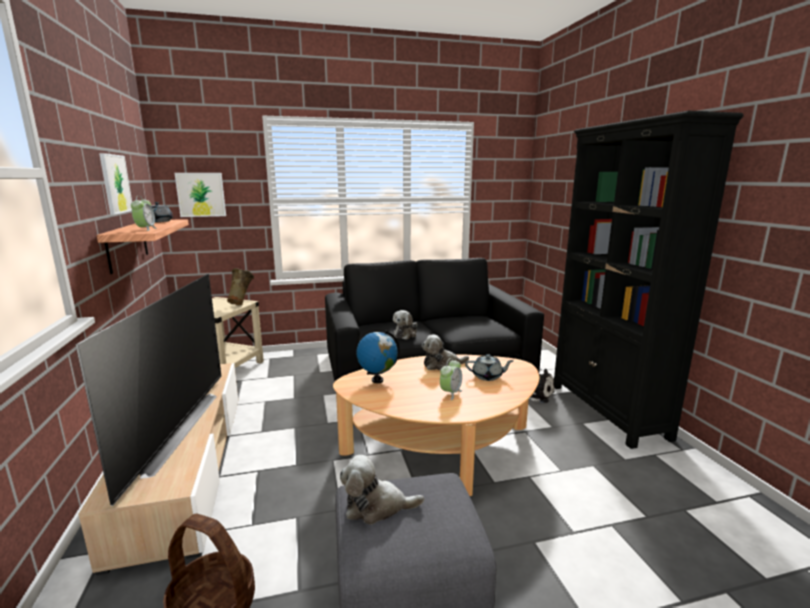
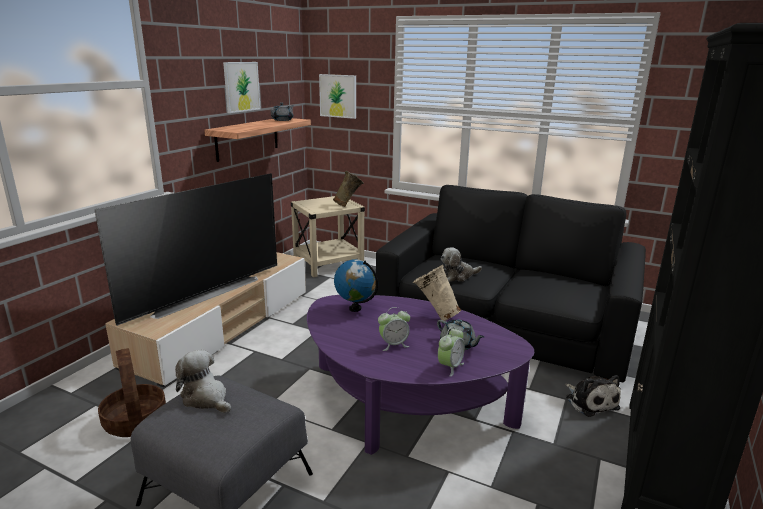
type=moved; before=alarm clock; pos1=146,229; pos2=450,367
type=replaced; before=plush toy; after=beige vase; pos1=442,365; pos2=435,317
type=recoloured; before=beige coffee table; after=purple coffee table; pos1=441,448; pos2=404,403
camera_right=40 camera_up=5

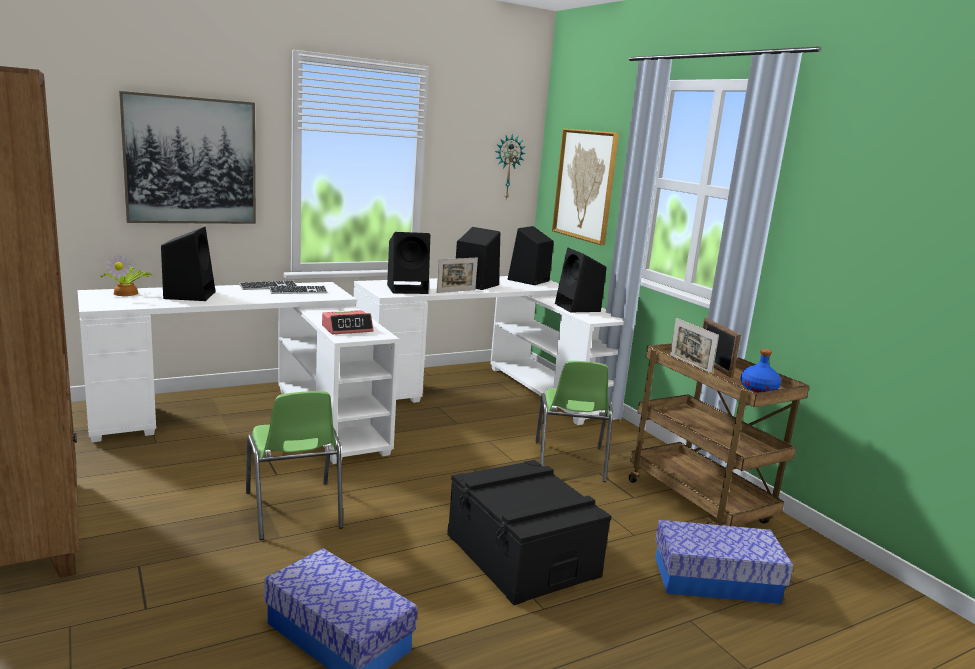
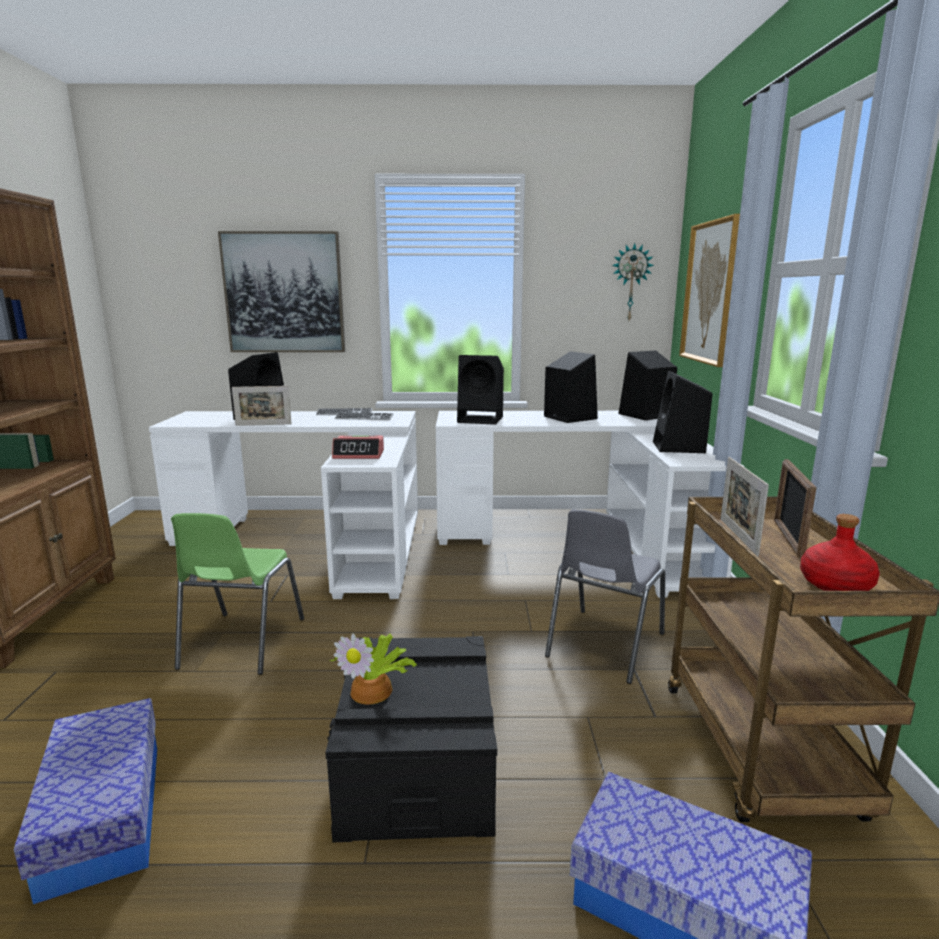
type=moved; before=potted plant; pos1=127,293; pos2=374,689
type=moved; before=picture frame; pos1=456,291; pos2=263,425
type=recoloured; before=green chair; after=grey chair; pos1=569,462; pos2=603,645
type=recoloured; before=blue bottle; after=red bottle; pos1=758,389; pos2=835,585
camera_right=30 camera_up=0

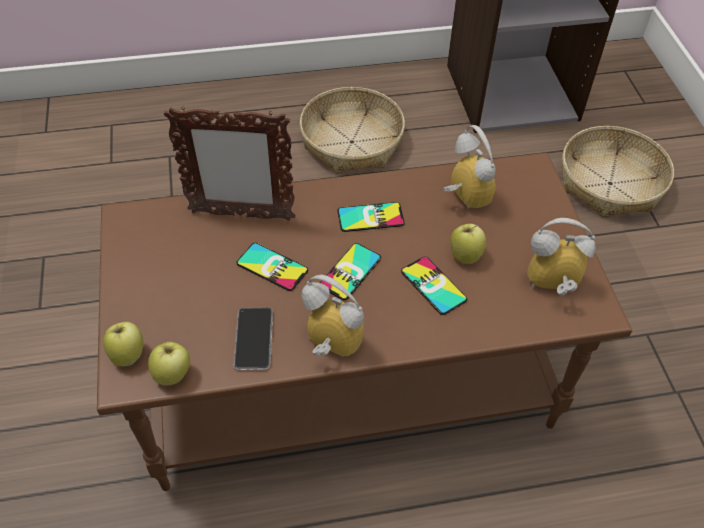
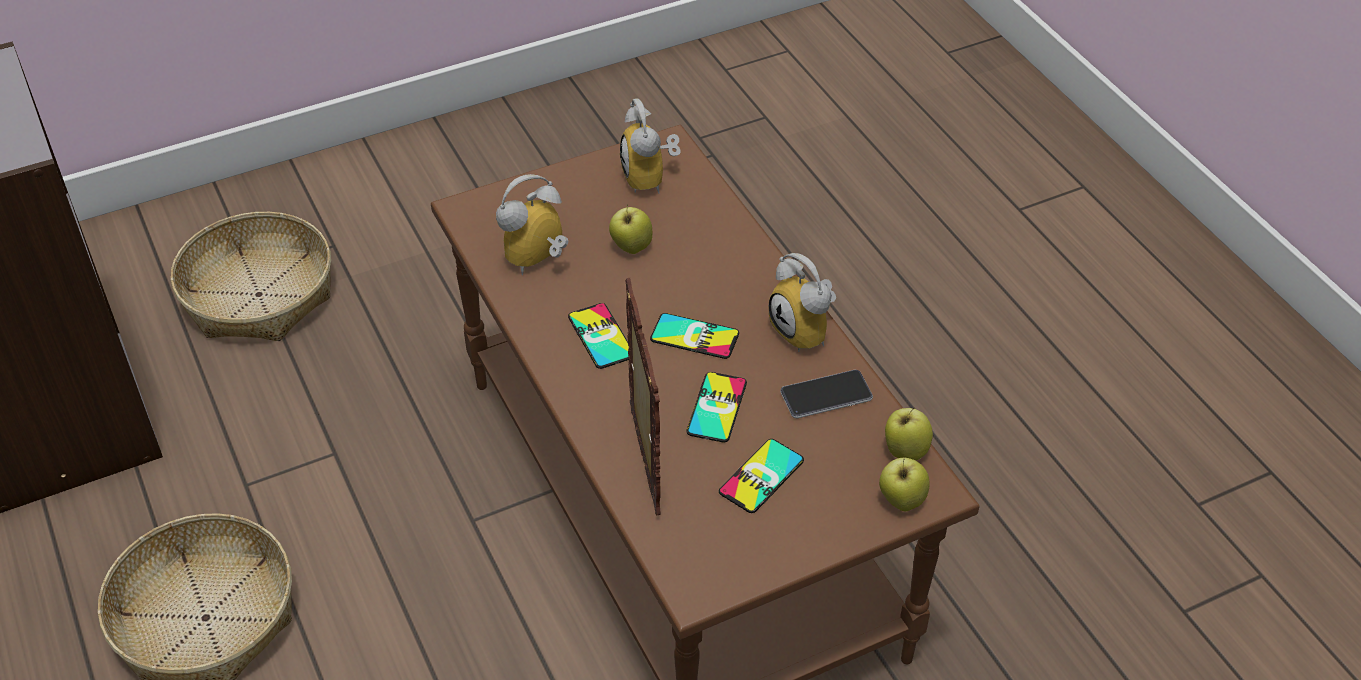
type=moved; before=phone; pos1=433,285; pos2=761,476
type=turned; before=alarm clock; pos1=328,347; pos2=807,332; turn=-45
camera_right=-105 camera_up=-5

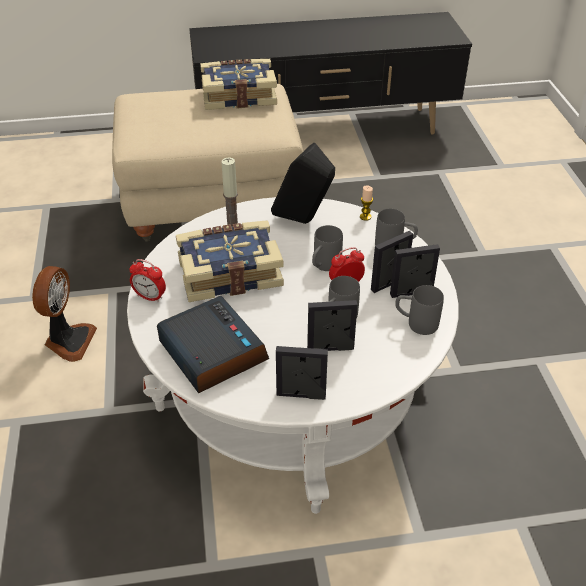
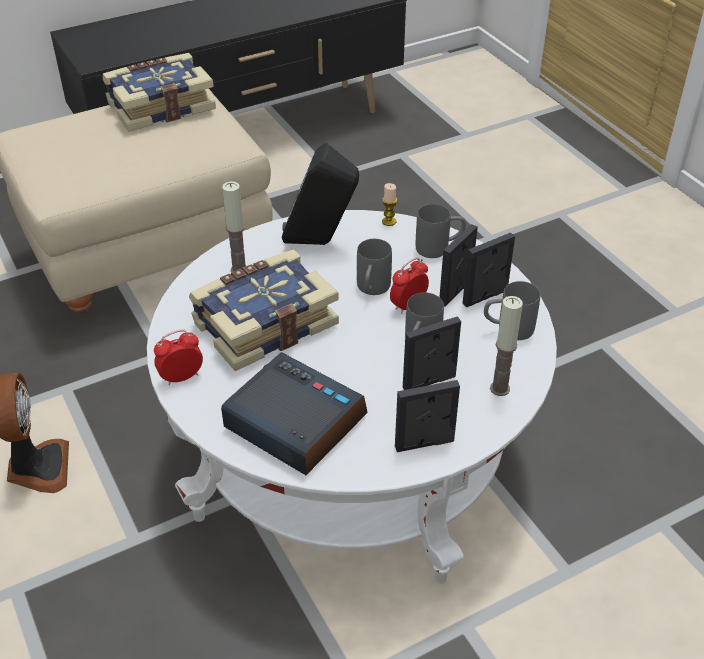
type=added; after=candle; pos2=499,388
type=turned; before=alarm clock; pos1=150,297; pos2=181,377; turn=150
camera_right=-20 camera_up=0

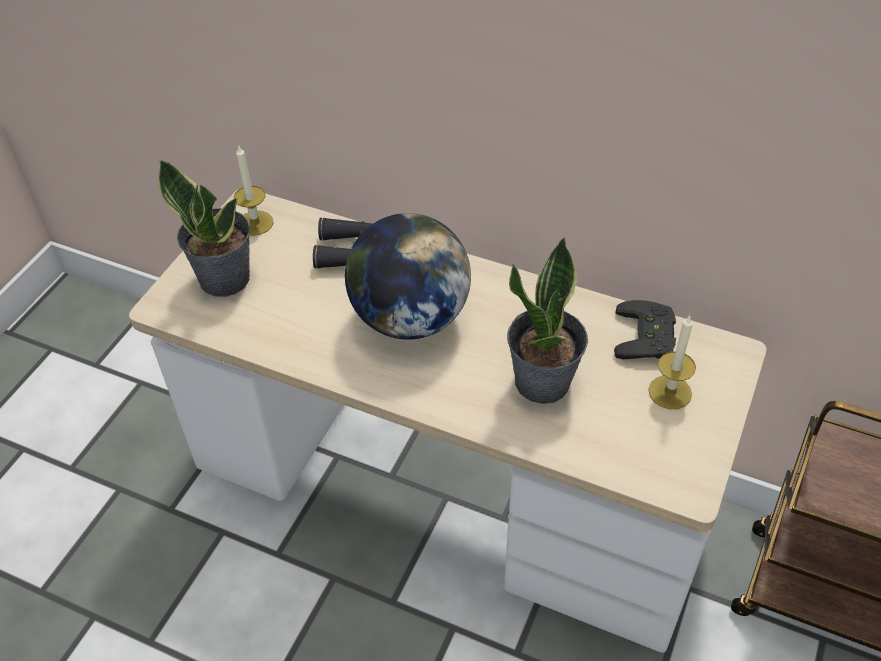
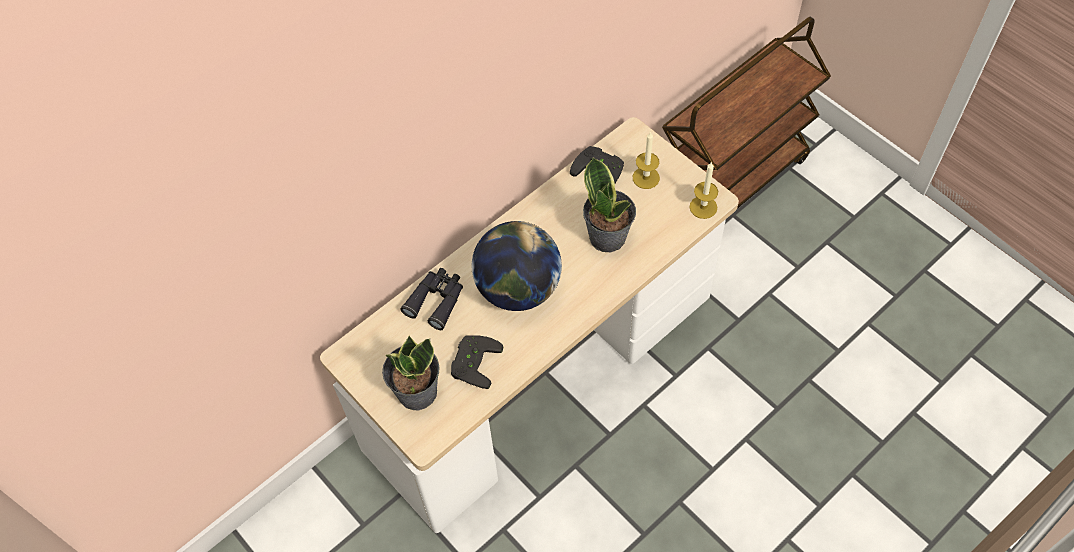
type=added; after=black game controller; pos2=472,362
type=moved; before=candle; pos1=255,223; pos2=703,207
camera_right=-65 camera_up=10

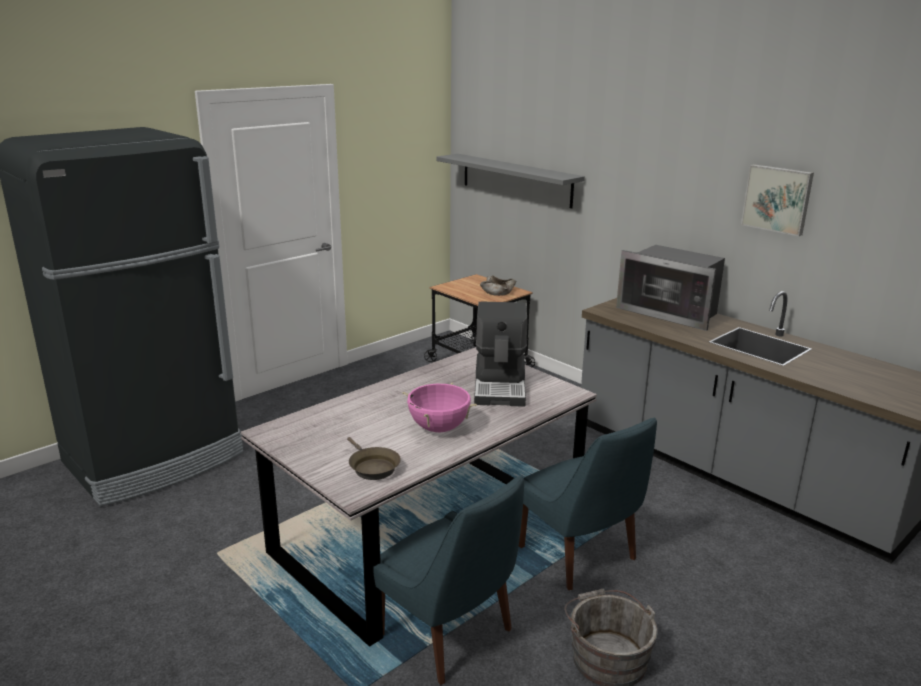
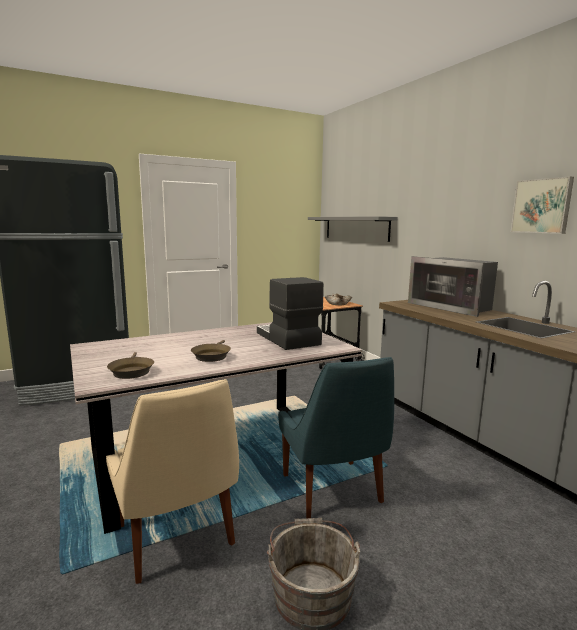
type=replaced; before=pink cooking pot; after=brown frying pan; pos1=439,428; pos2=211,356
type=recoloured; before=blue chair; after=beige chair; pos1=449,635; pos2=177,538
type=turned; before=coffee machine; pos1=501,386; pos2=287,339; turn=135
camera_right=15 camera_up=-10

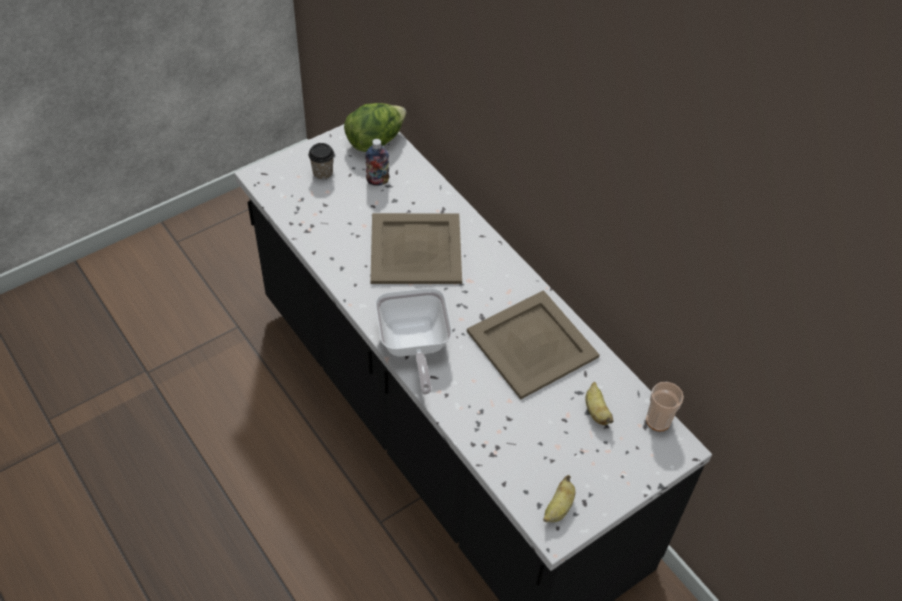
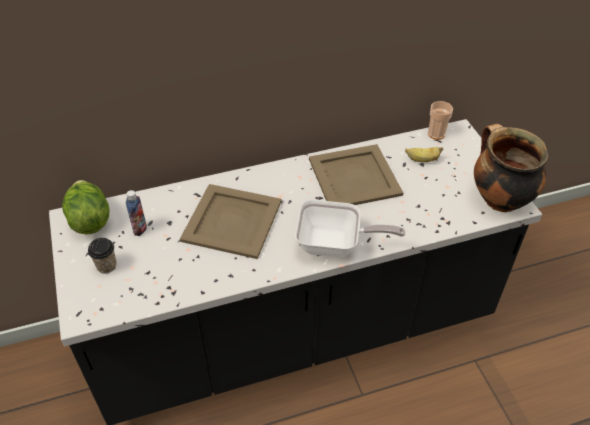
type=replaced; before=banana; after=cooking pot; pos1=558,508; pos2=498,199
camera_right=-70 camera_up=-5

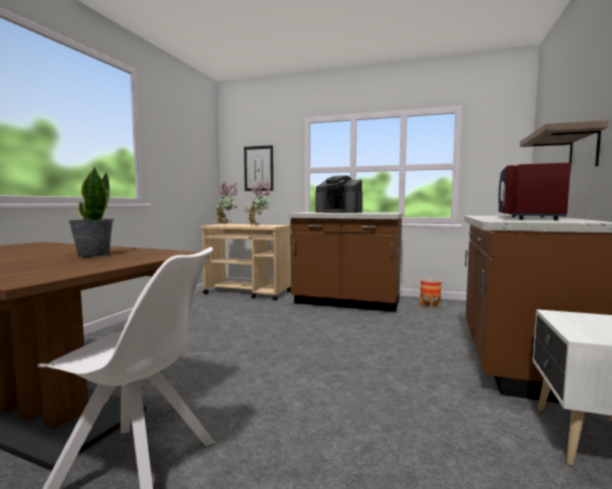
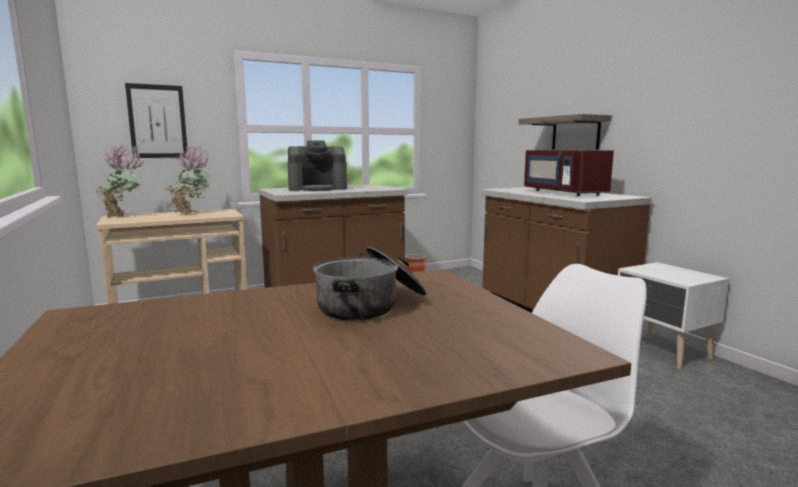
type=replaced; before=potted plant; after=cooking pot; pos1=93,255; pos2=371,305
camera_right=-45 camera_up=5

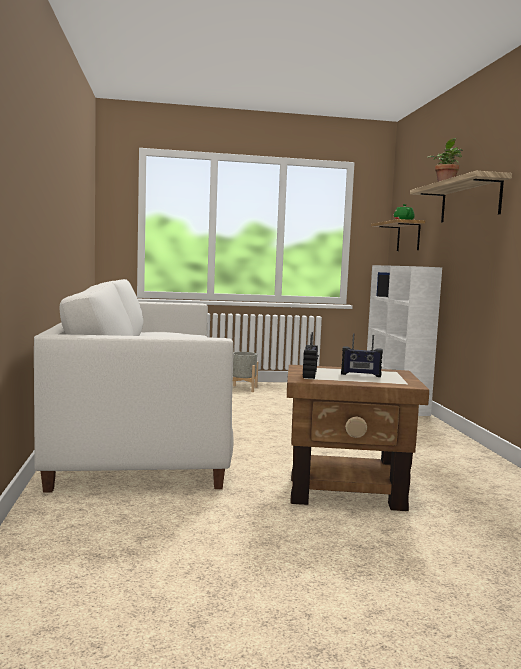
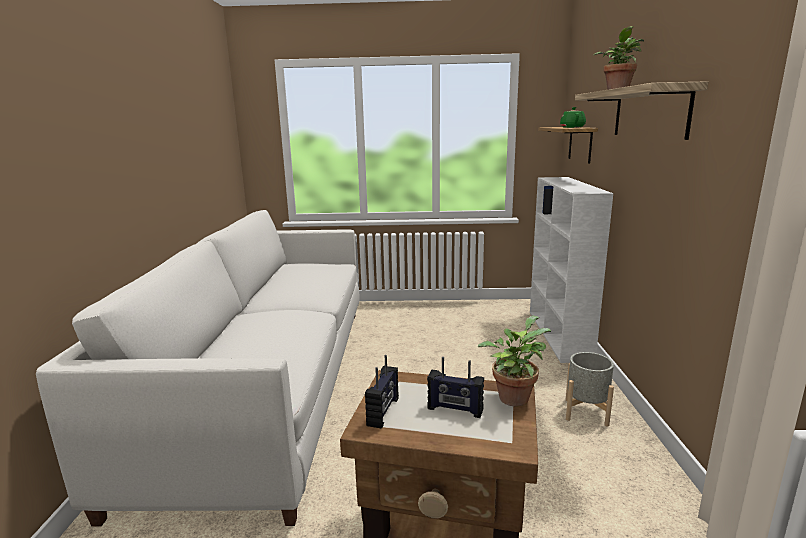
type=added; after=potted plant; pos2=513,396
type=moved; before=grey planter; pos1=243,388; pos2=586,412
camera_right=10 camera_up=10

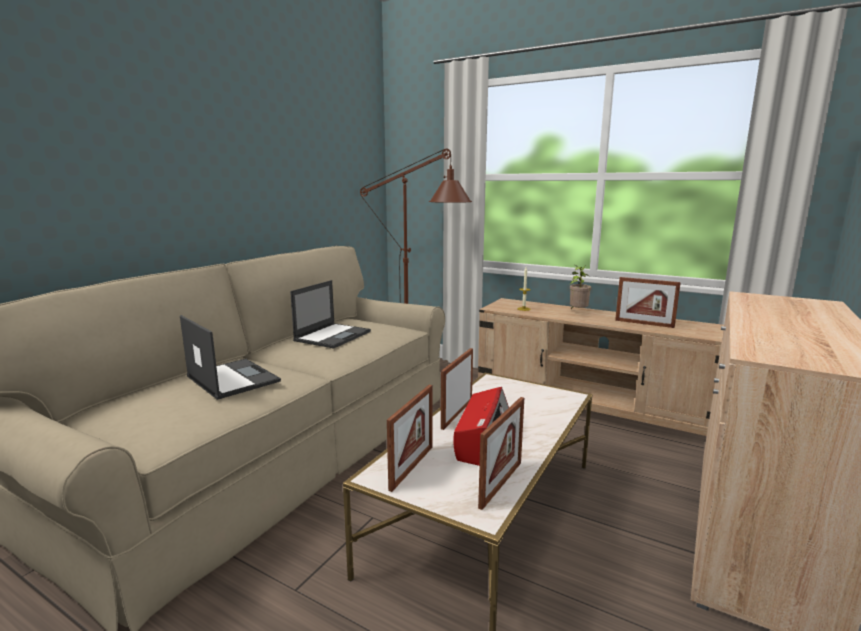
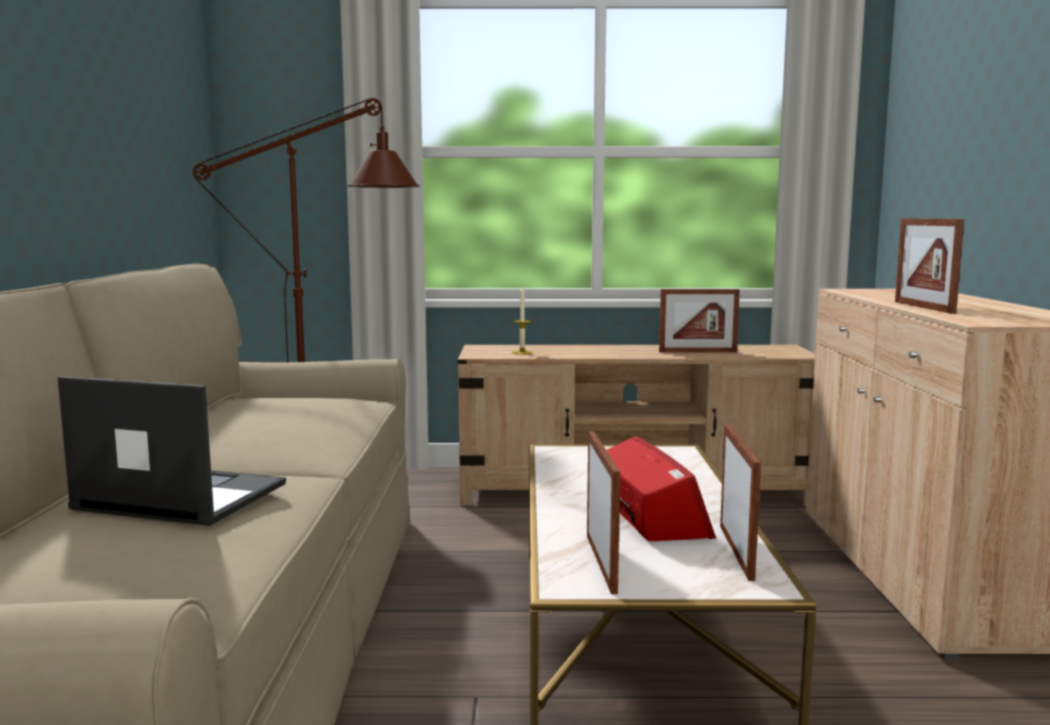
type=removed; before=laptop; pos1=333,336
type=removed; before=potted plant; pos1=577,312
type=moved; before=picture frame; pos1=457,414; pos2=923,307
camera_right=-30 camera_up=-5

